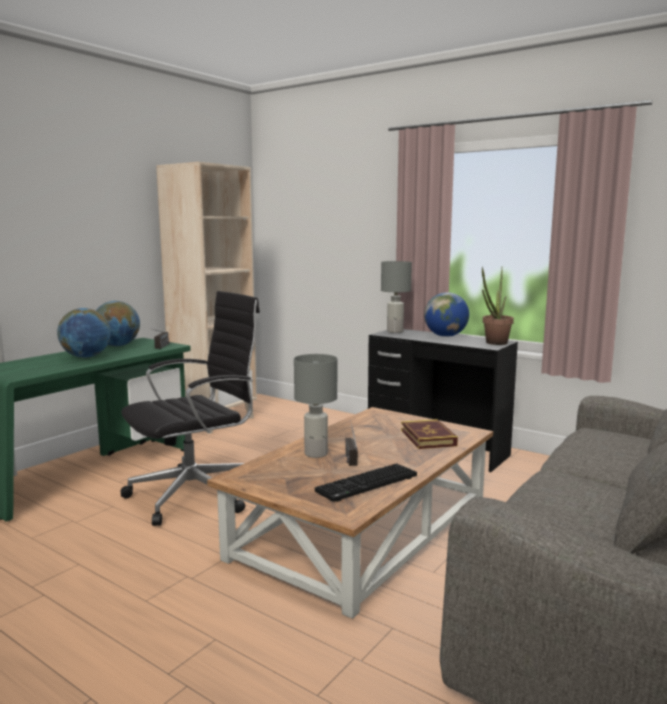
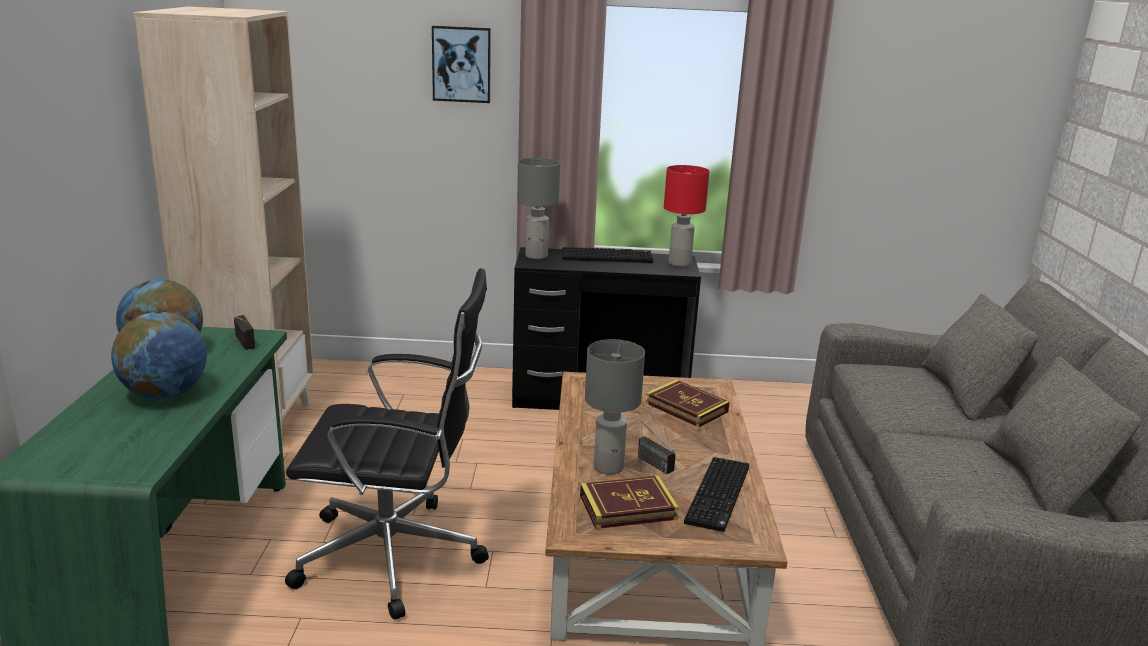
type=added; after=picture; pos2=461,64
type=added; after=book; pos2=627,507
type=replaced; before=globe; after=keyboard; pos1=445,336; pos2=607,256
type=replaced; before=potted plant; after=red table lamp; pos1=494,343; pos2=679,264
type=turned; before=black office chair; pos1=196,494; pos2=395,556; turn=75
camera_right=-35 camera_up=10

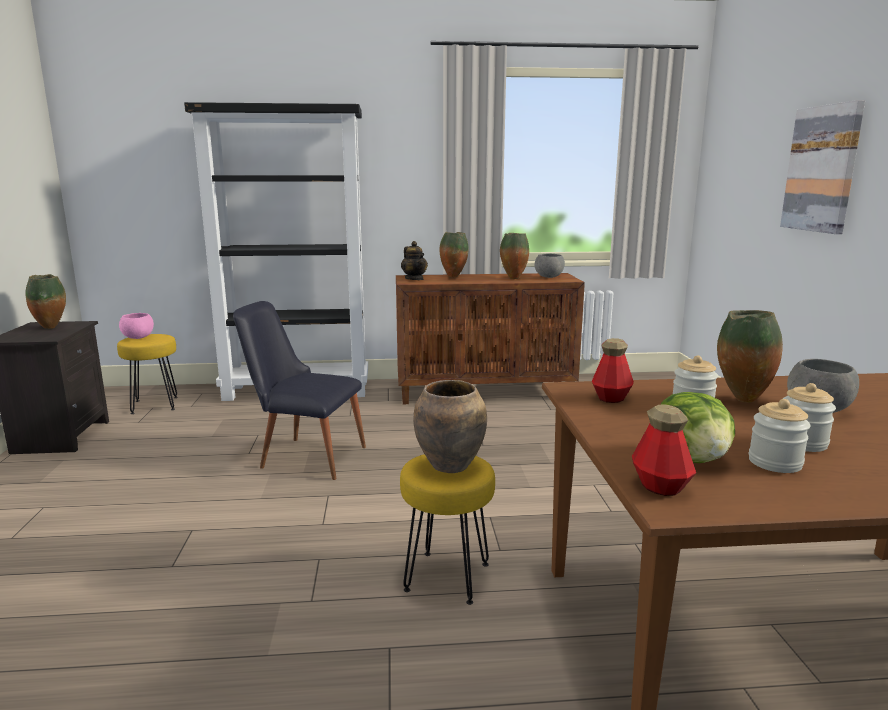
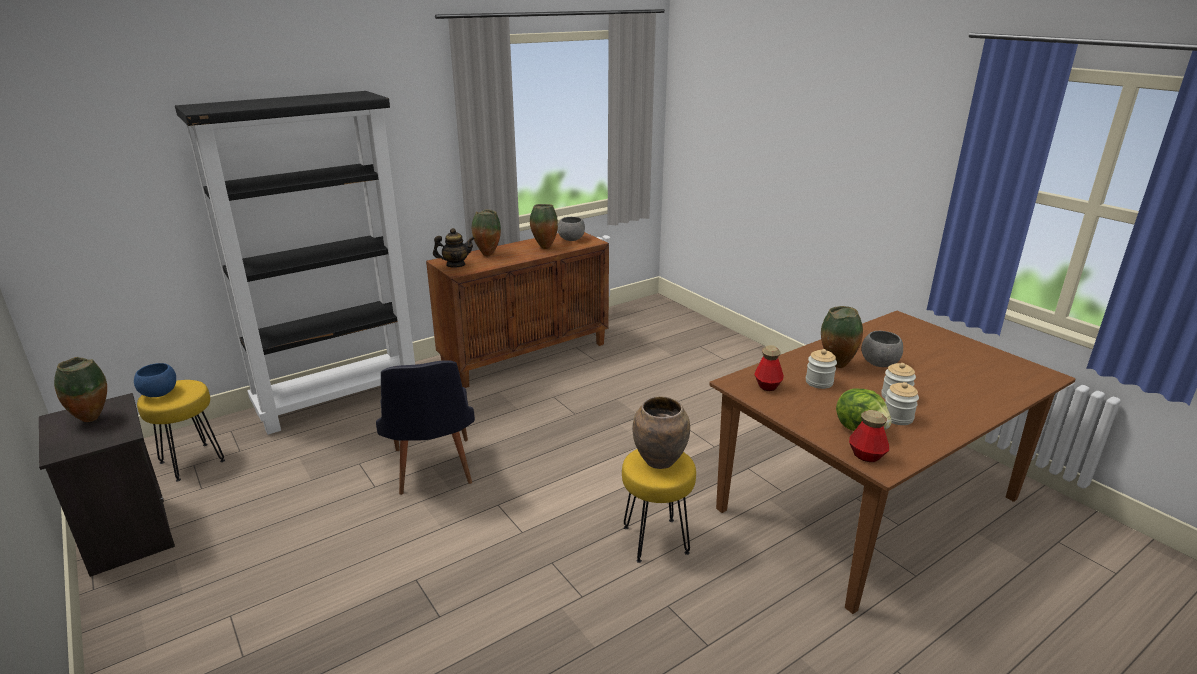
type=removed; before=picture; pos1=822,169
type=recoloured; before=pink bowl; after=blue bowl; pos1=138,337; pos2=160,393
type=turned; before=black chair; pos1=304,455; pos2=432,472; turn=-90
type=turned; before=teapot; pos1=414,279; pos2=455,265; turn=-45
camera_right=-30 camera_up=10

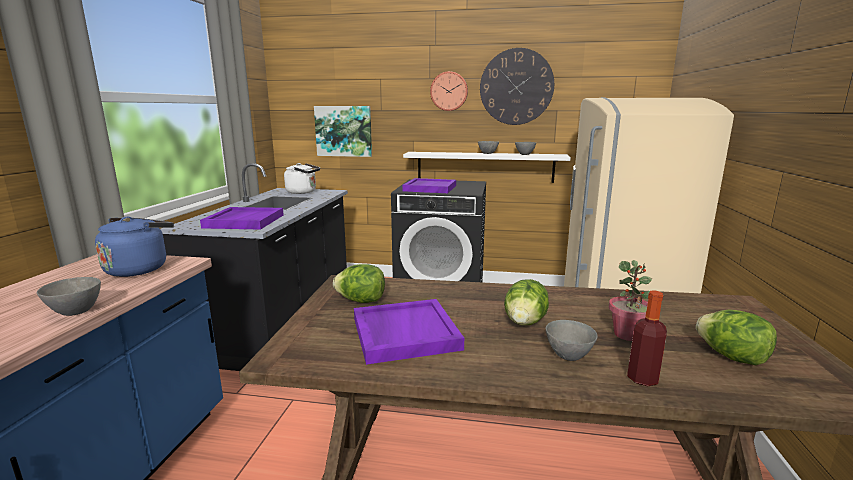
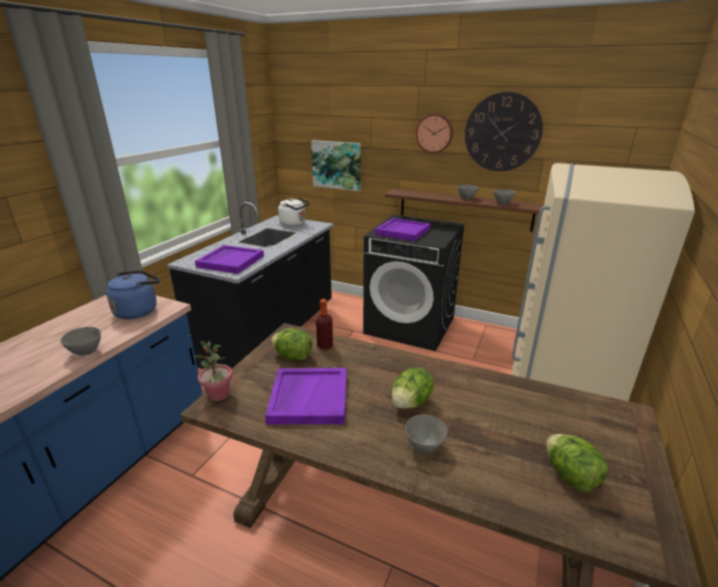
type=moved; before=potted plant; pos1=627,335; pos2=218,394
type=moved; before=bottle; pos1=642,379; pos2=325,346
type=recoloured; before=white shelf; after=brown shelf; pos1=484,166; pos2=464,209
camera_right=15 camera_up=10

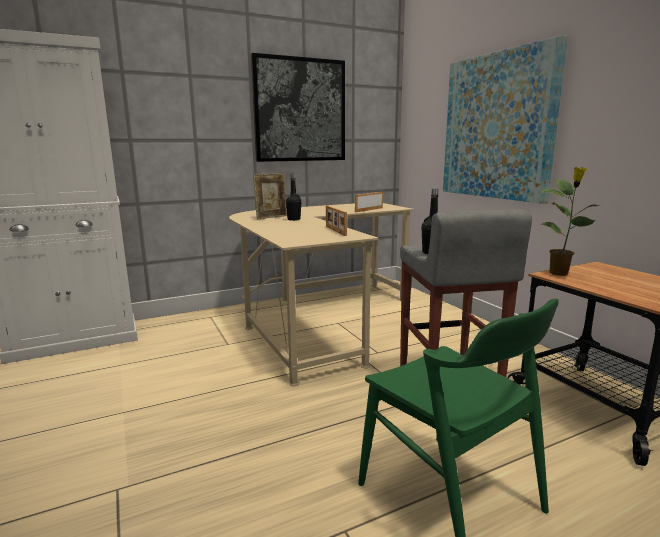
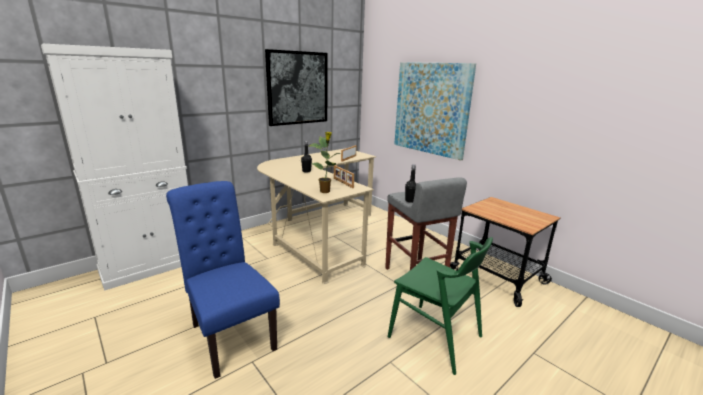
type=removed; before=picture frame; pos1=271,217
type=added; after=blue chair; pos2=230,334
type=moved; before=potted plant; pos1=560,273; pos2=325,191
camera_right=-15 camera_up=5

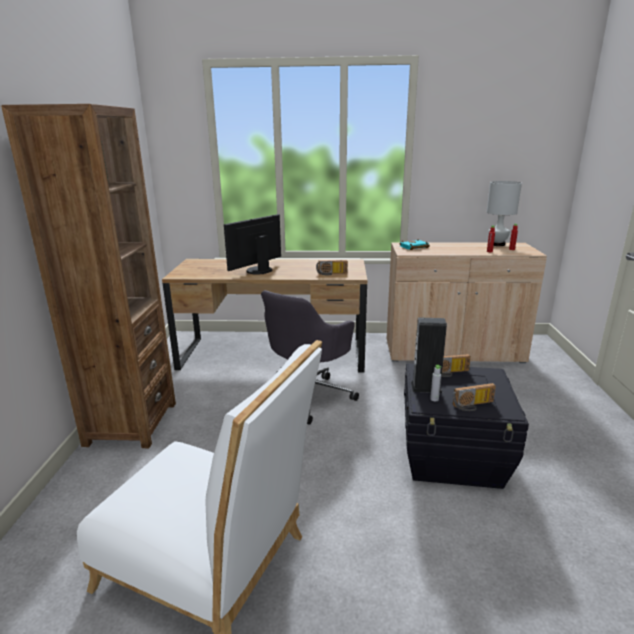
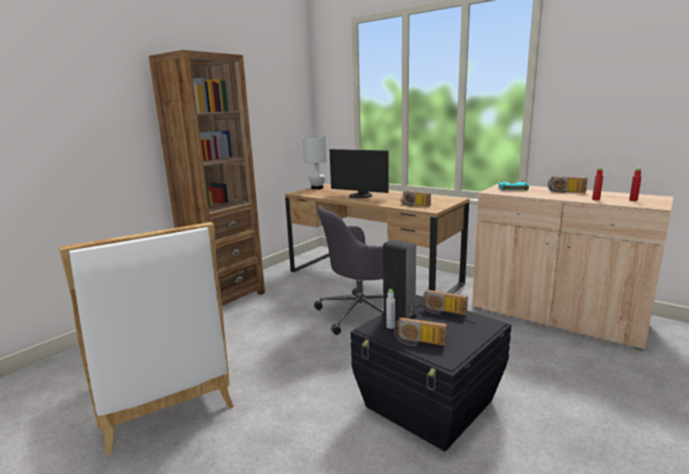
type=added; after=radio; pos2=566,192
type=moved; before=white table lamp; pos1=497,244; pos2=317,188
type=turned; before=monitor; pos1=258,270; pos2=360,196; turn=-135
camera_right=35 camera_up=-5

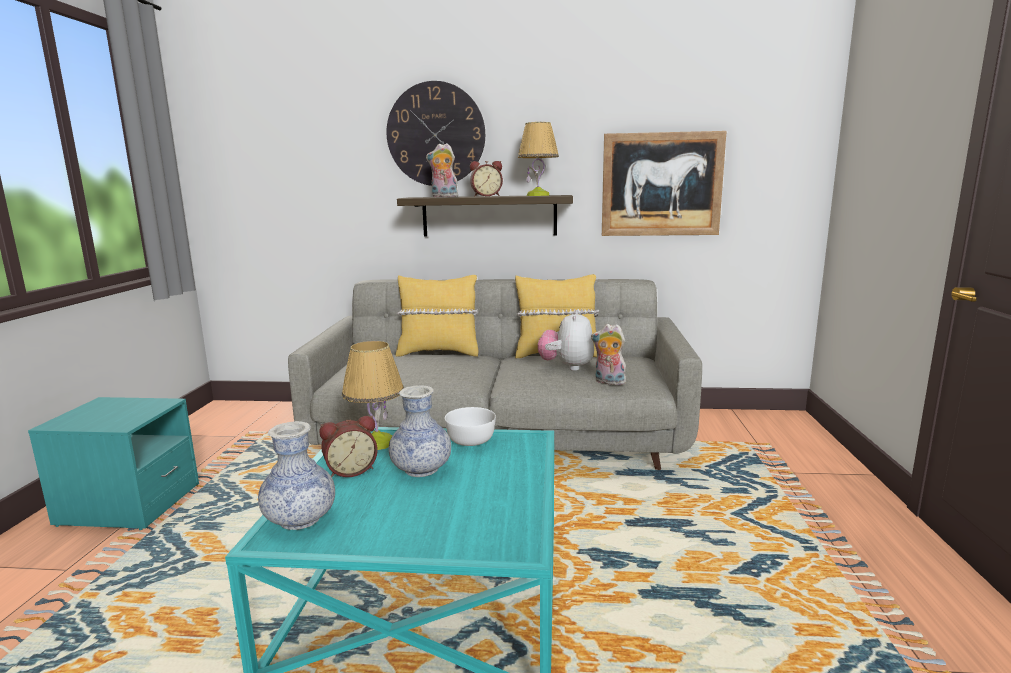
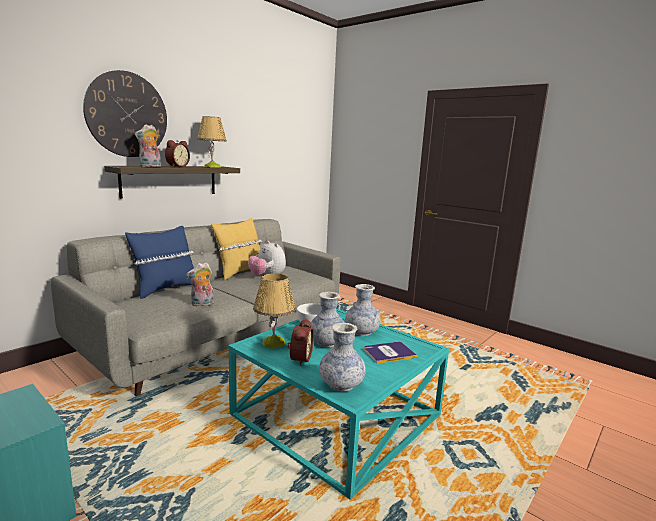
type=removed; before=picture; pos1=661,184
type=added; after=vase; pos2=361,332
type=added; after=book; pos2=389,353
type=moved; before=plush toy; pos1=608,382; pos2=202,304
type=recoloured; before=yellow pillow; after=blue pillow; pos1=438,353; pos2=165,289
camera_right=-55 camera_up=0

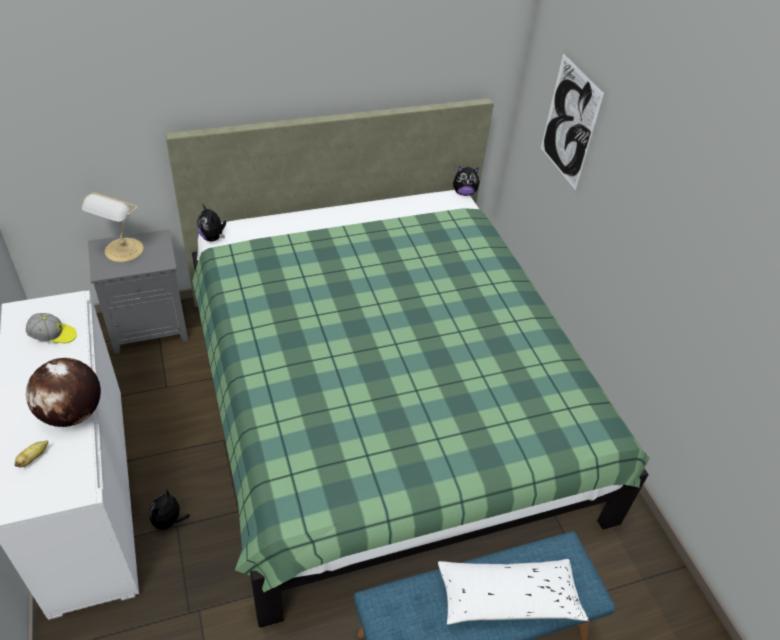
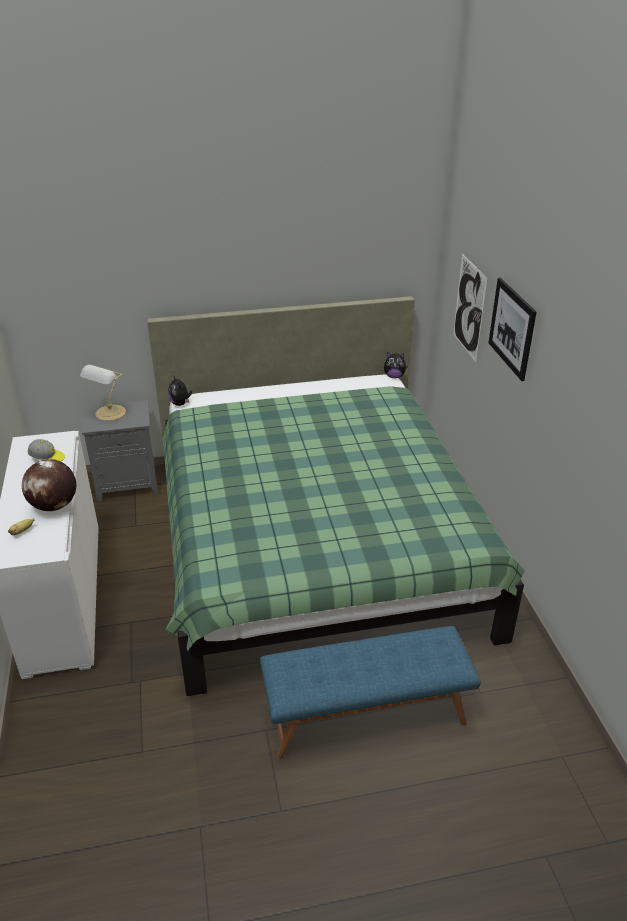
type=removed; before=plush toy; pos1=169,521
type=removed; before=white pillow; pos1=507,597
type=added; after=picture; pos2=512,328
camera_right=10 camera_up=-10

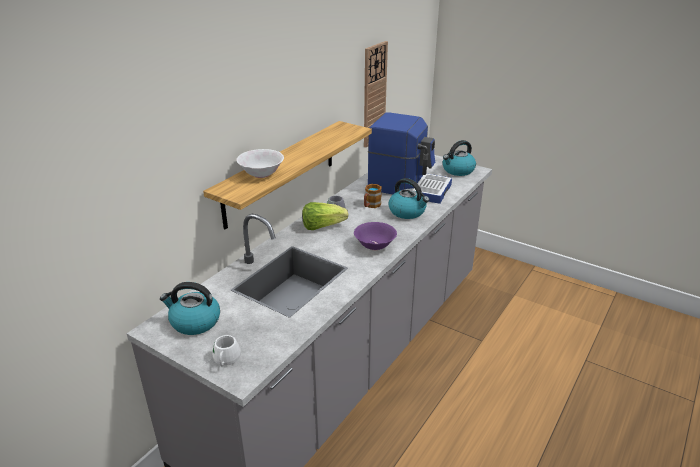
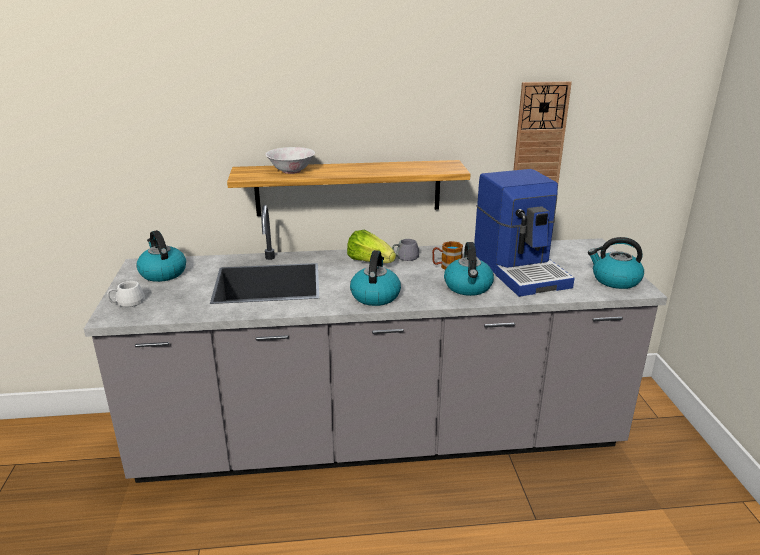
type=replaced; before=purple bowl; after=kettle; pos1=375,246; pos2=375,295
camera_right=50 camera_up=-5

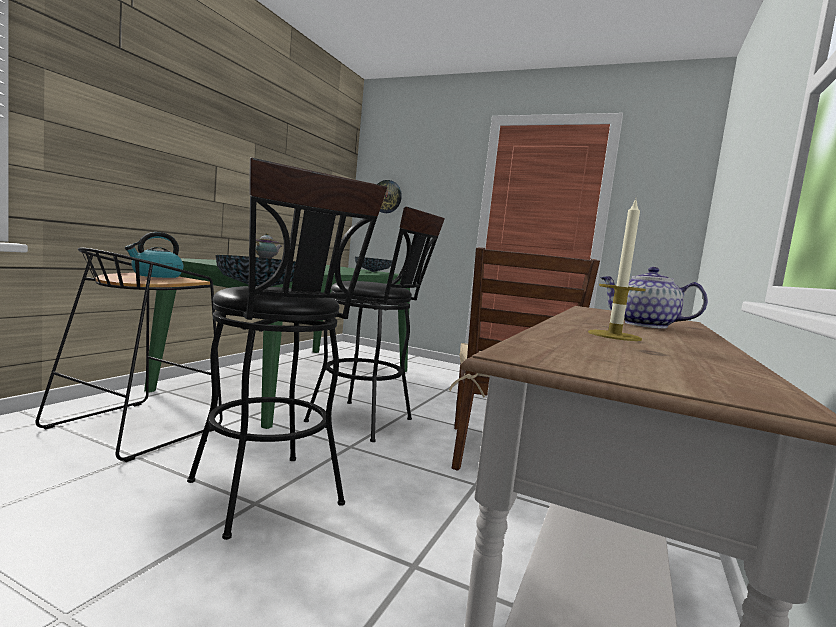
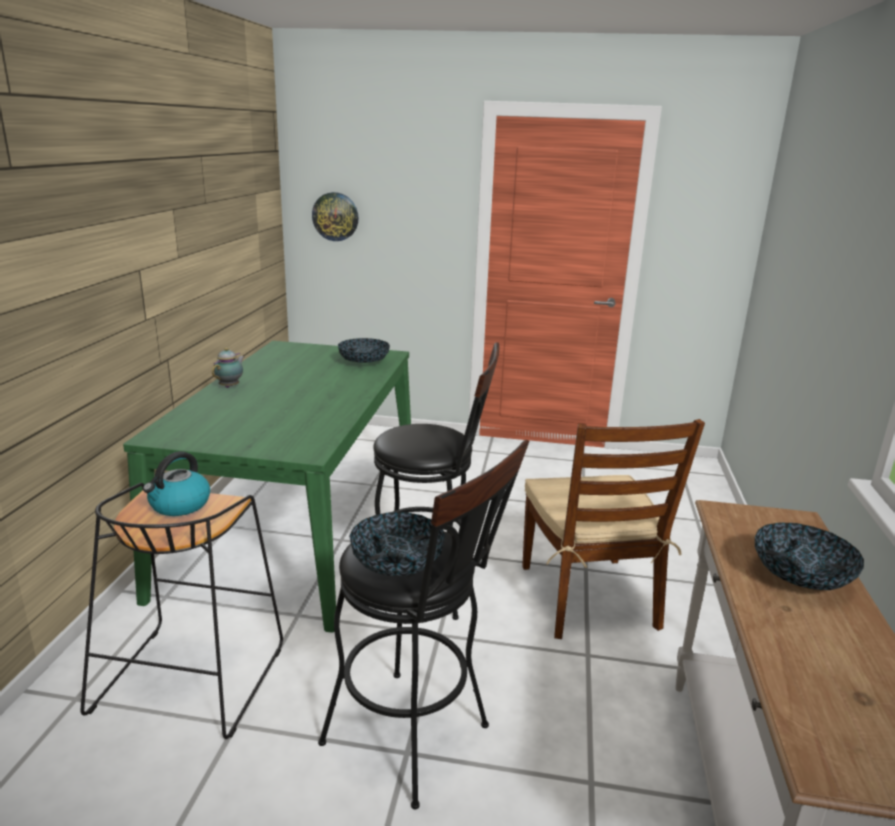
type=removed; before=candle; pos1=614,335
type=replaced; before=teapot; after=bowl; pos1=644,325; pos2=800,577
camera_right=-15 camera_up=15

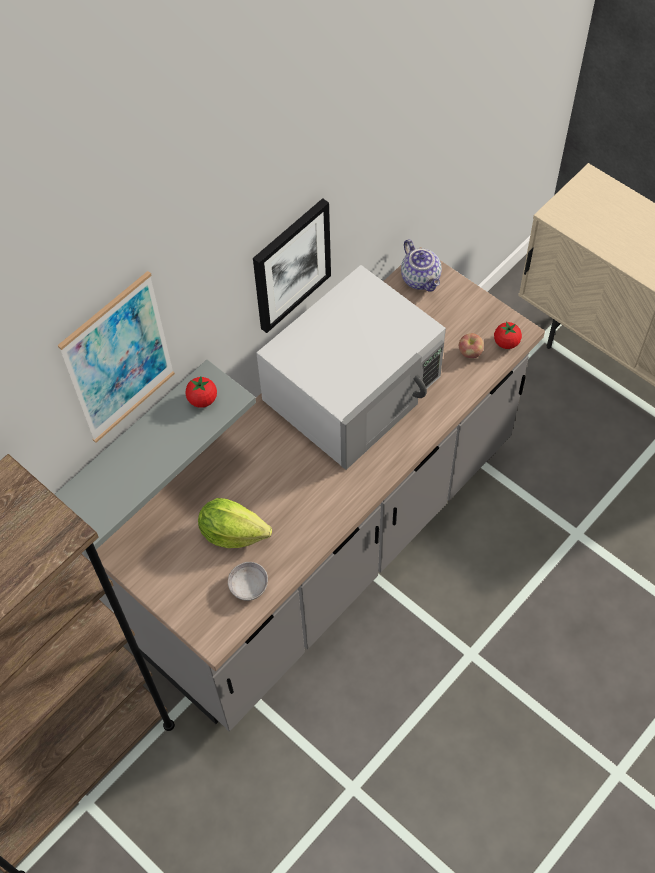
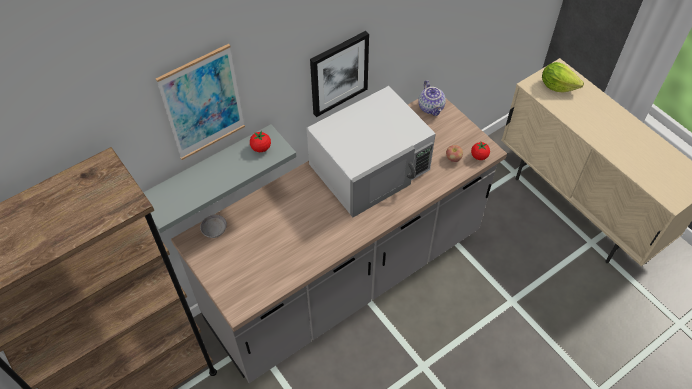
type=moved; before=lettuce; pos1=232,533; pos2=557,86
type=moved; before=grey bowl; pos1=249,586; pos2=214,230
camera_right=10 camera_up=-5

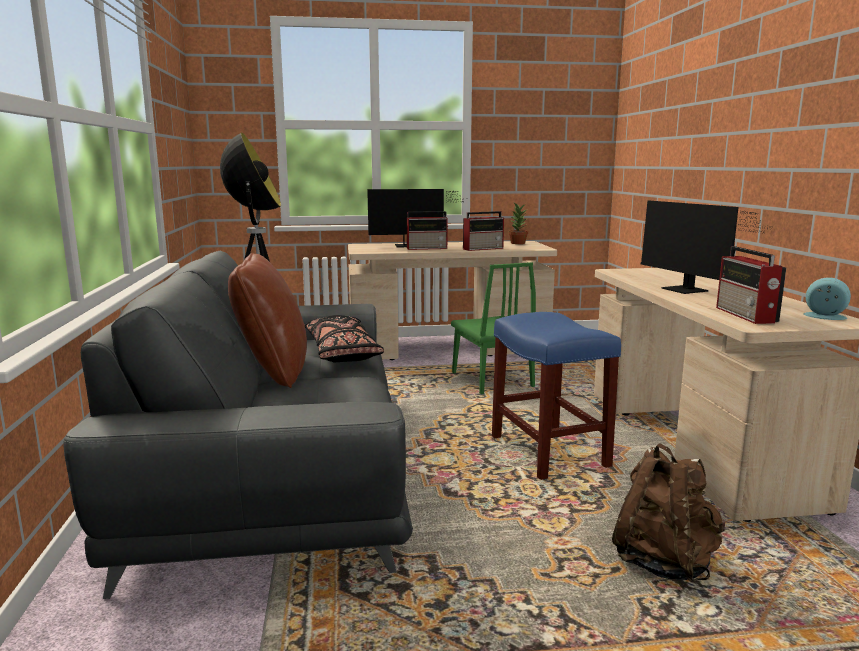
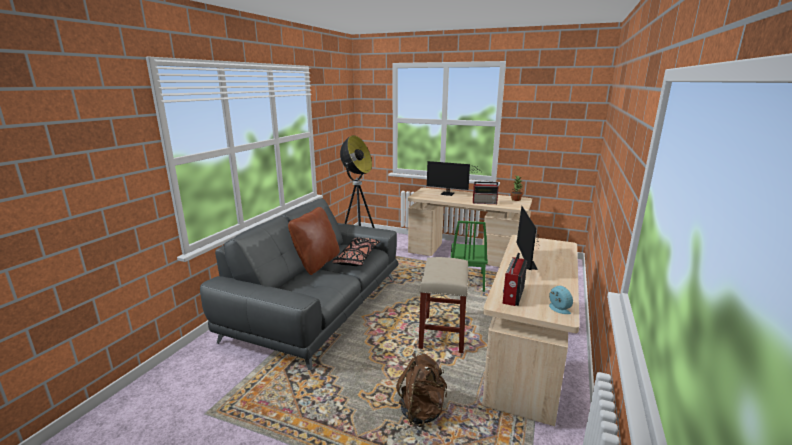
type=removed; before=radio; pos1=427,248
type=recoloured; before=blue stool; after=beige stool; pos1=547,451; pos2=442,333
camera_right=30 camera_up=5

